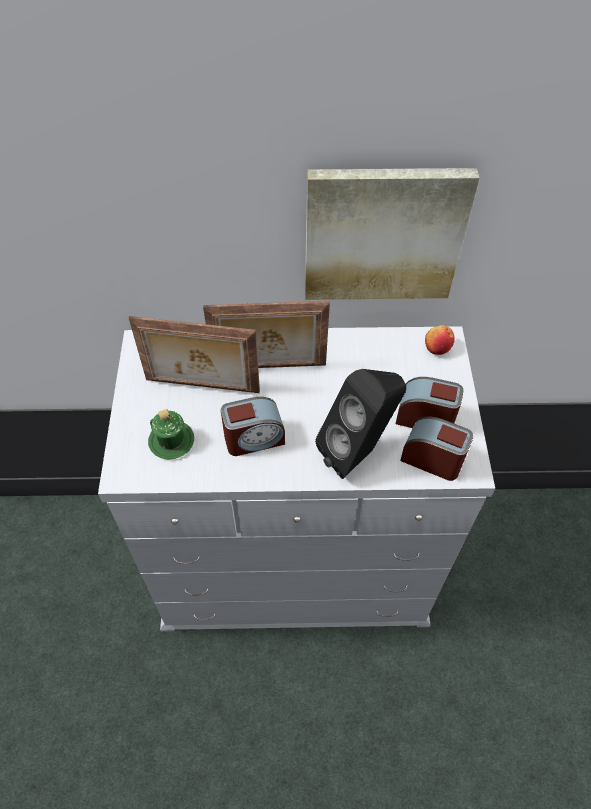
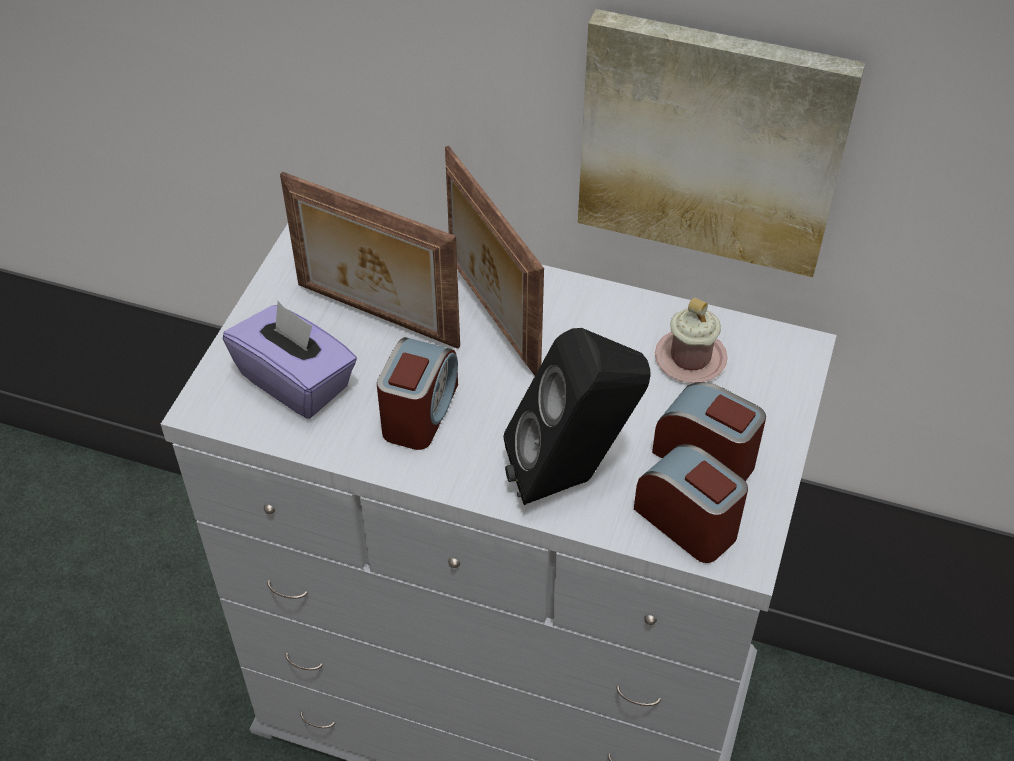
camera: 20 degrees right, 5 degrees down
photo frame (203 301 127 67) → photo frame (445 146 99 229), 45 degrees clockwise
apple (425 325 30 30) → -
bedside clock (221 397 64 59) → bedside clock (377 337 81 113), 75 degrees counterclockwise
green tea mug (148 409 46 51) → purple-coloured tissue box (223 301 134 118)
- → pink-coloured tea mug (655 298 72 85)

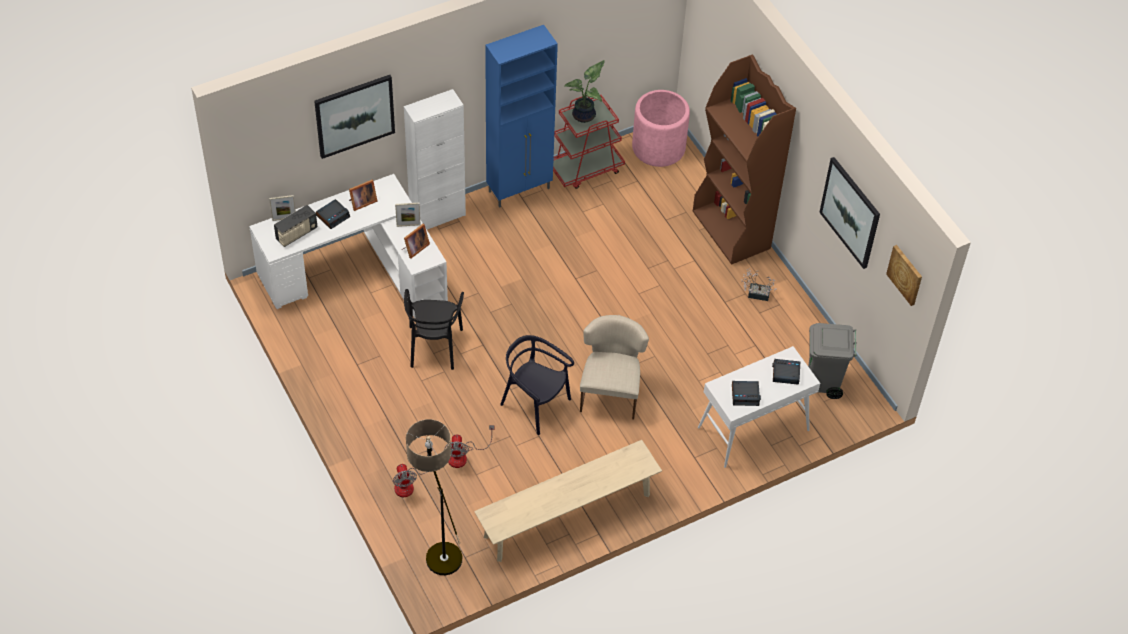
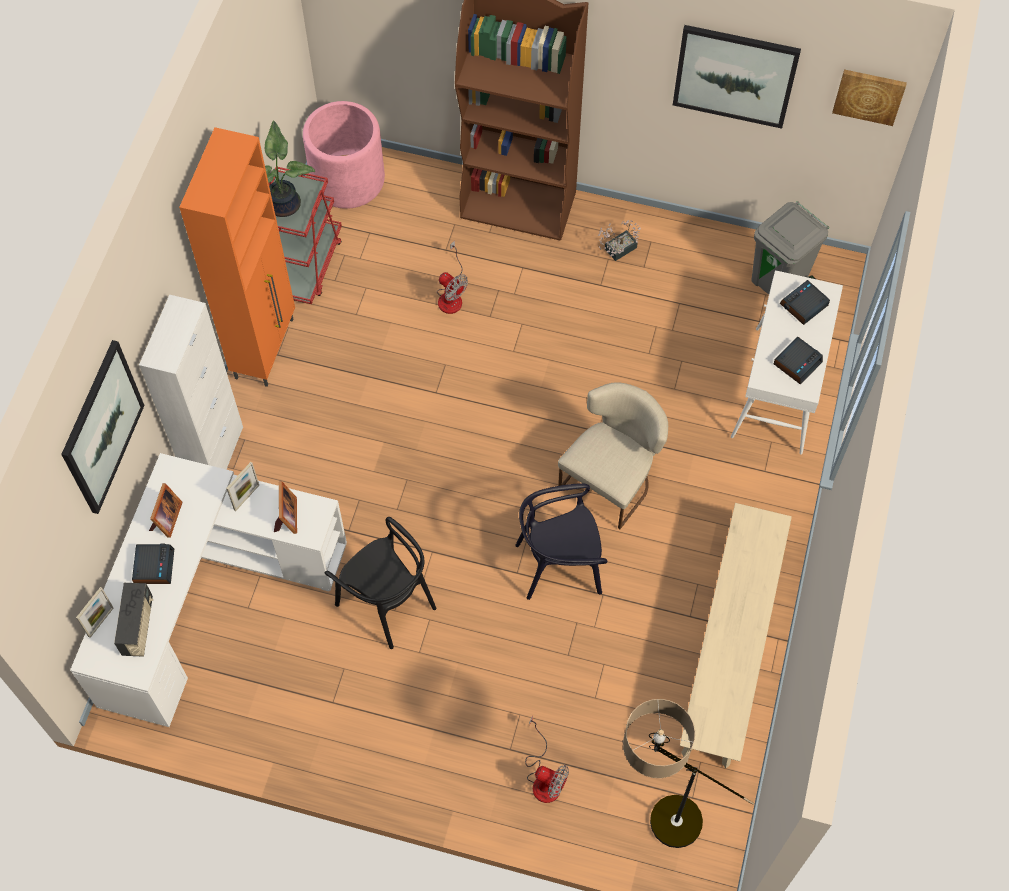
camera: 45 degrees left, 10 degrees up
bluish cupboard (485 25 73 183) → orange-coloured cupboard (179 127 116 260)
sand-coloured plain chair (580 315 69 104) → sand-coloured plain chair (558 382 110 147), 75 degrees clockwise
cooling fan (444 425 50 43) → cooling fan (437 240 31 74), move

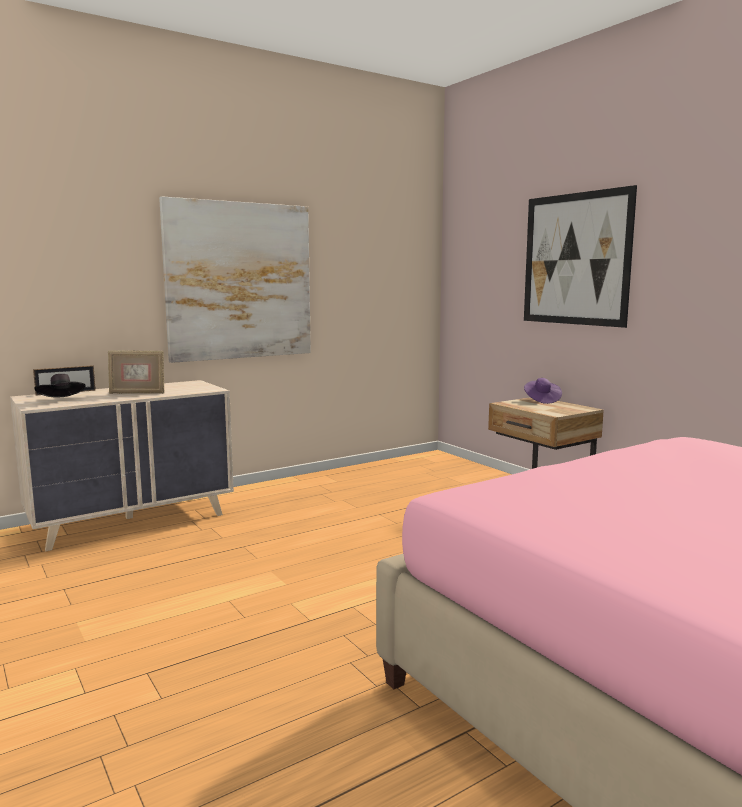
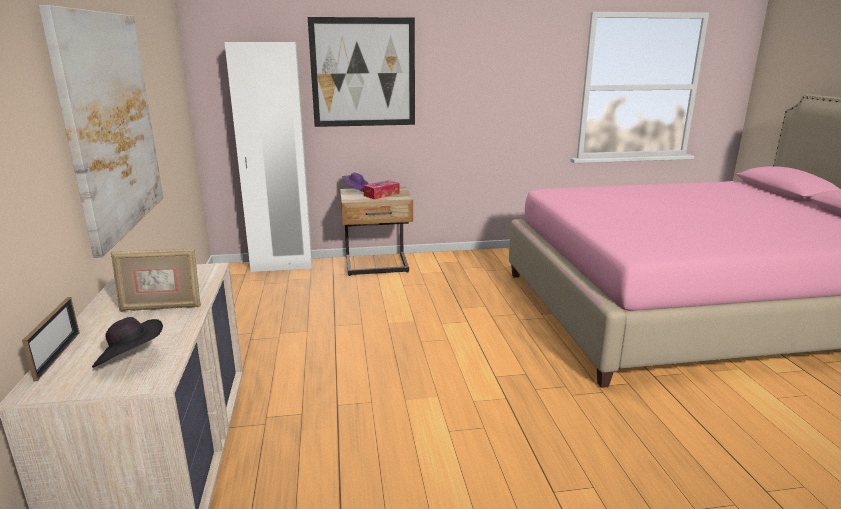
camera: 65 degrees left, 10 degrees up
photo frame (108 350 57 44) → photo frame (111 248 90 64), 60 degrees clockwise
- → white armoire (224 42 88 230)
- → tissue box (363 180 37 19)

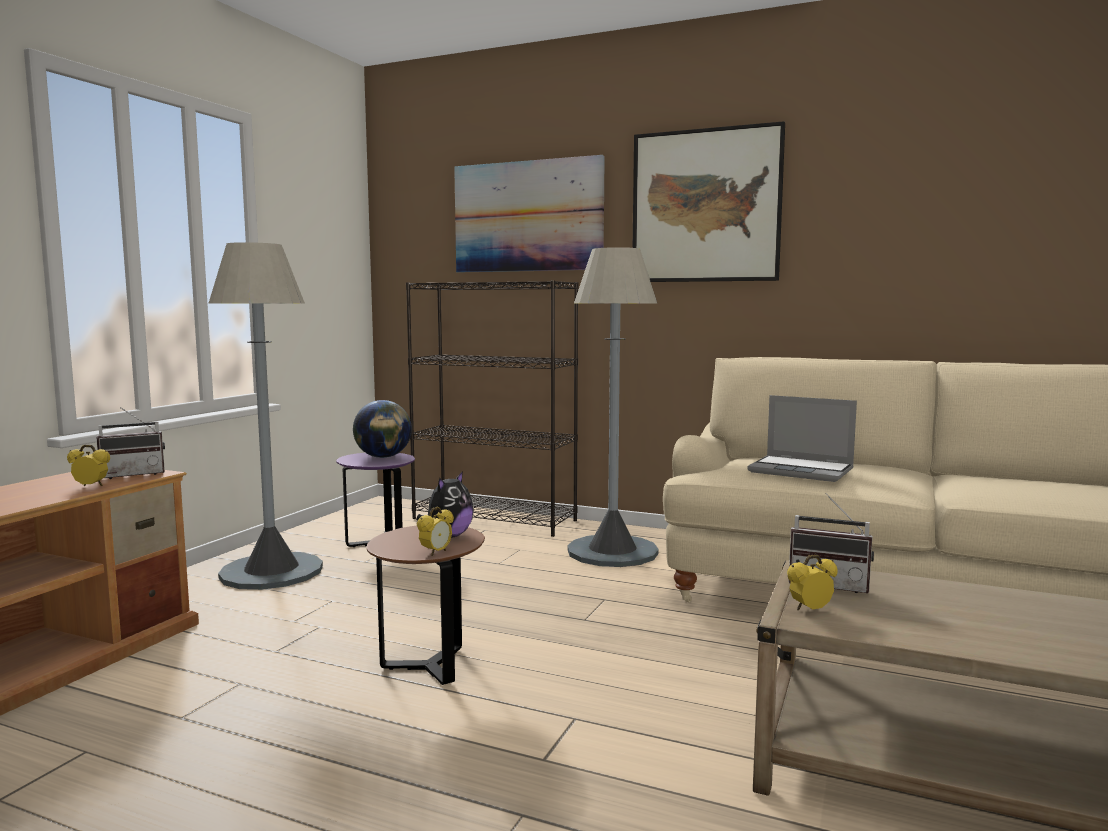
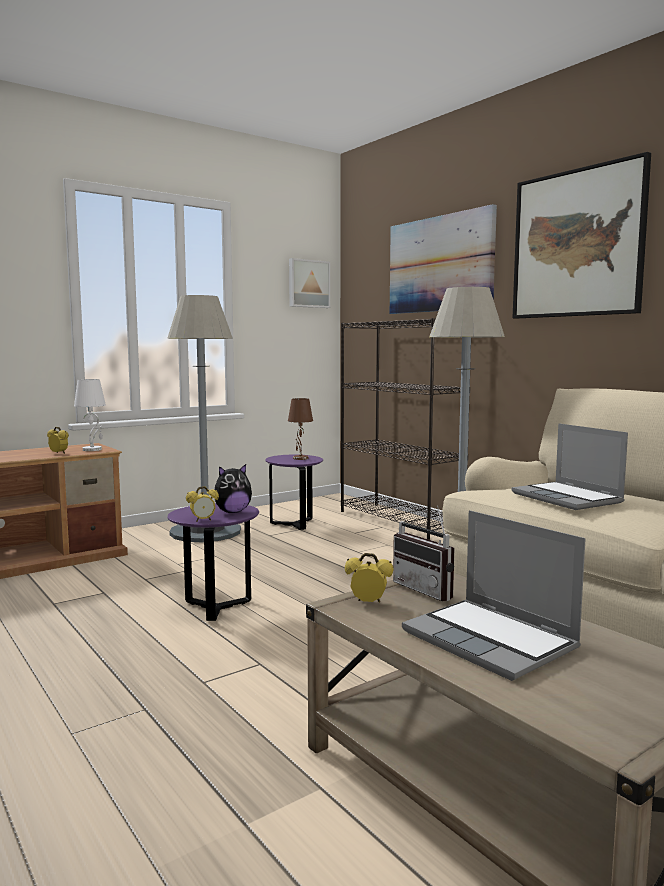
camera: 30 degrees right, 0 degrees up
world globe (353 400 59 58) → brownish tabletop lamp (288 398 25 62)
radio set (96 407 69 72) → white tabletop lamp (74 379 32 72)
brownish end table (367 526 118 159) → purple-coloured end table (167 503 92 118)
- → picture (289 258 41 50)
- → portable computer (402 510 184 171)

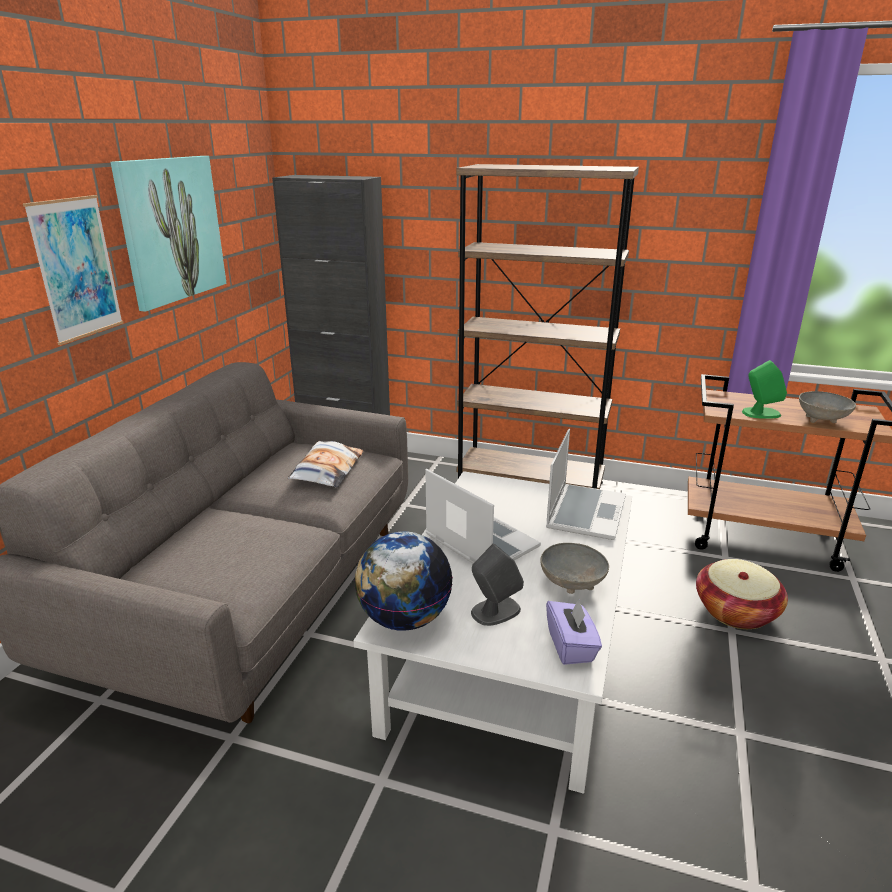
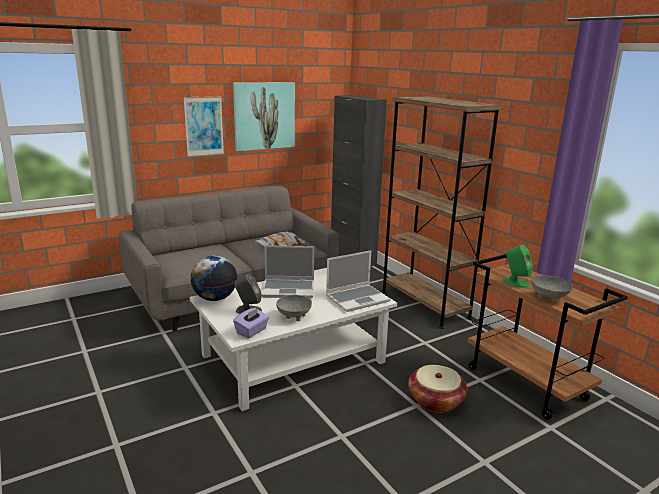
camera: 40 degrees right, 5 degrees down
portable computer (425 469 116 94) → portable computer (261 245 53 53), 90 degrees clockwise

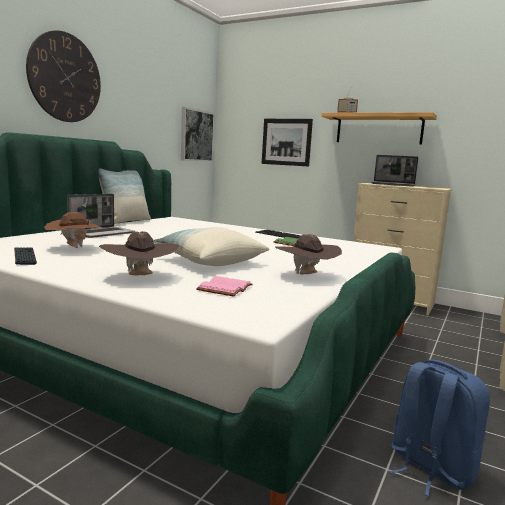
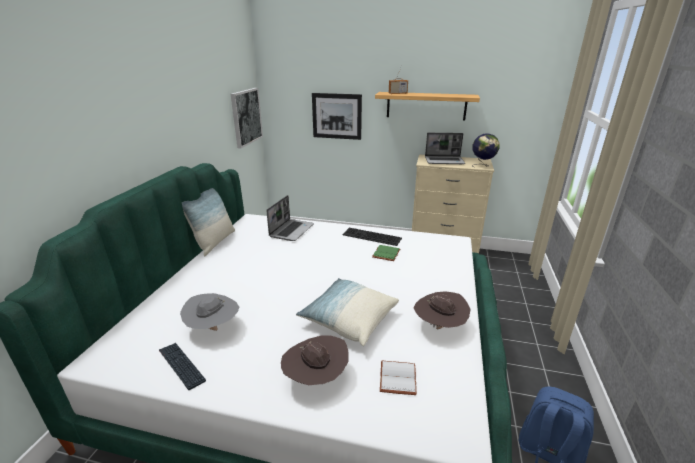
camera: 15 degrees left, 15 degrees up
clock on the wall (26 30 75 92) → -
portable computer (67 194 67 44) → portable computer (266 195 48 46), move
brownish wearable hat (44 212 59 36) → grey wearable hat (180 293 59 38)
pink-coloured bound book (196 276 57 21) → white bound book (380 360 37 35)
- → world globe (472 133 28 34)

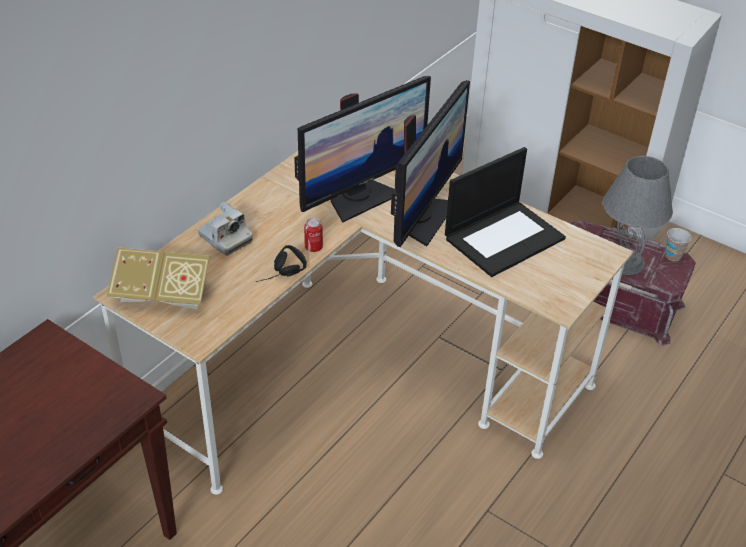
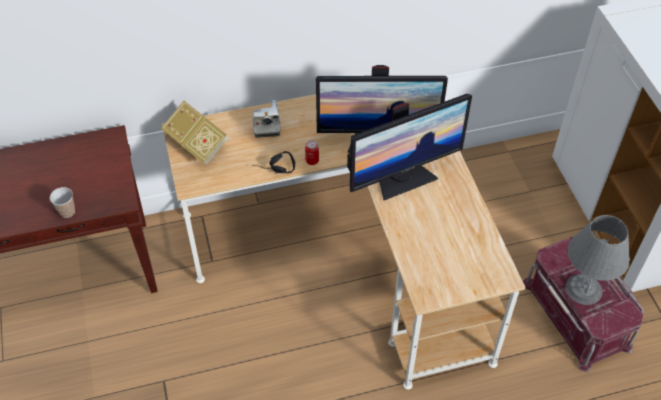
camera: 40 degrees right, 10 degrees up
portable computer (445 147 121 130) → -
cup (665 228 27 33) → cup (50 187 25 31), move

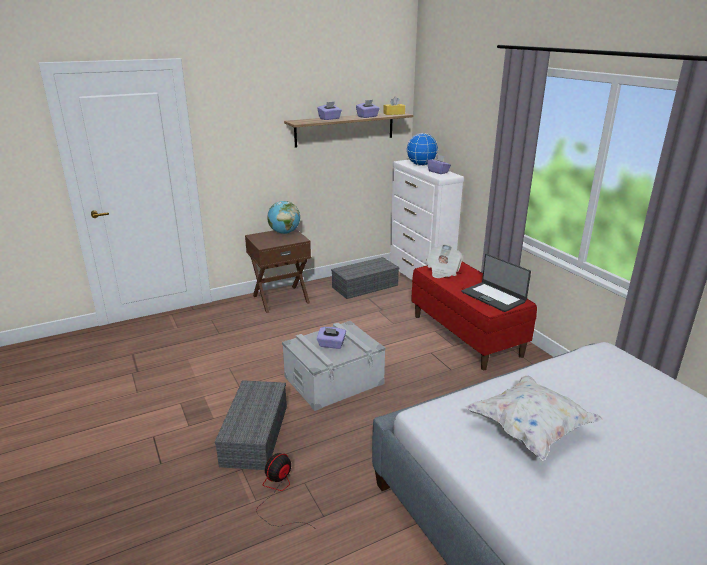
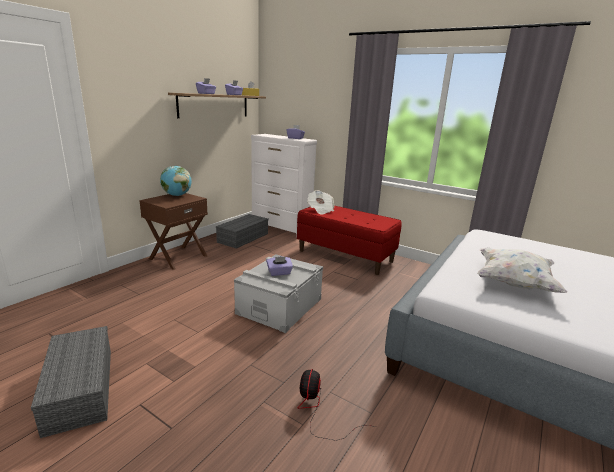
camera: 30 degrees left, 5 degrees down
world globe (406 133 32 33) → -
portable computer (462 254 69 58) → -
grey storage box (215 380 72 90) → grey storage box (31 326 80 112), move

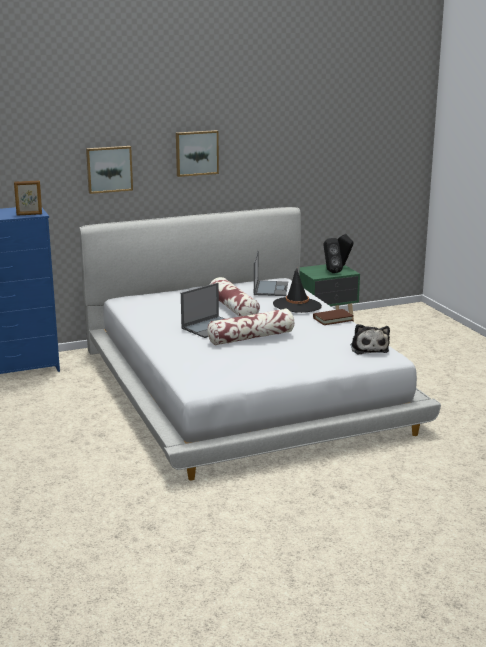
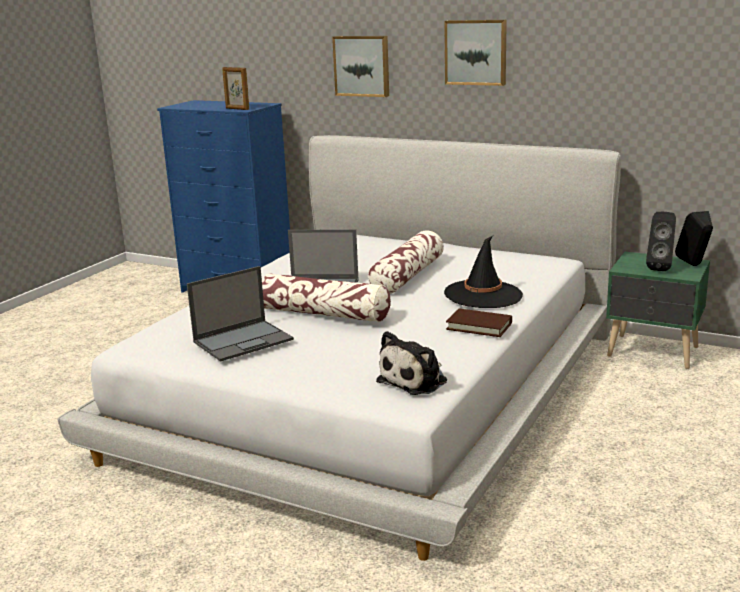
camera: 50 degrees right, 0 degrees up
portable computer (254 251 34 45) → portable computer (187 266 107 96), move

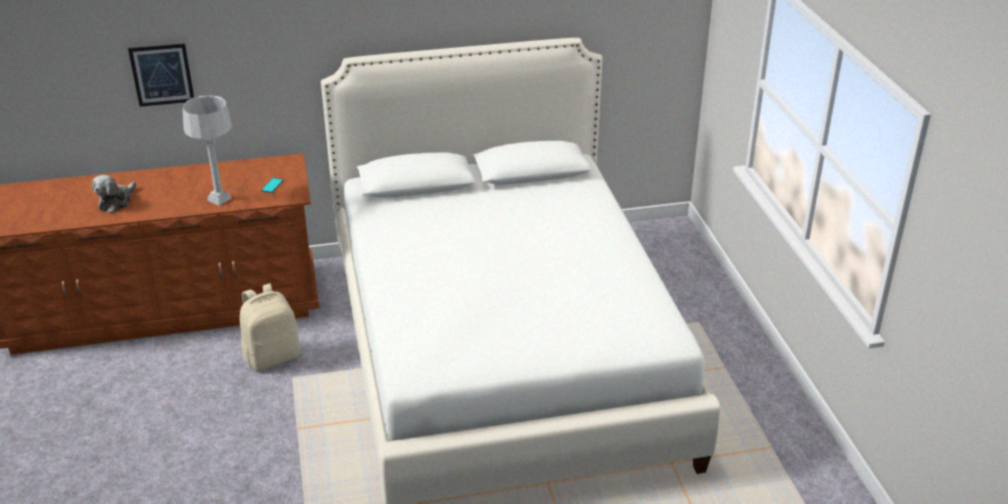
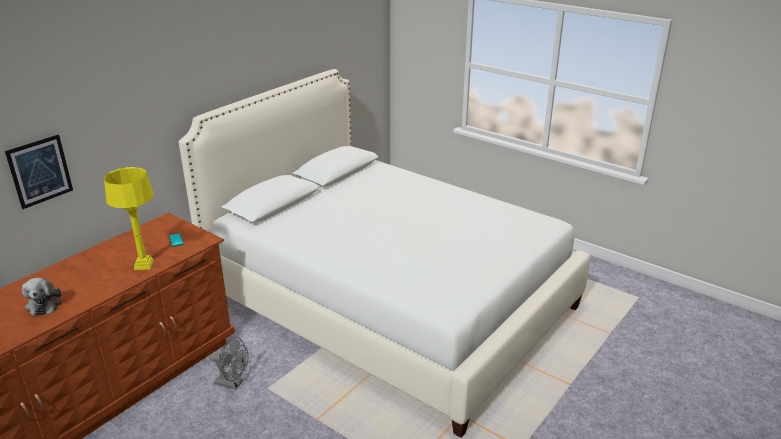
camera: 40 degrees left, 5 degrees down
grey tabletop lamp (183 95 49 111) → yellow tabletop lamp (104 167 50 103)
sand-coloured backpack (240 284 60 87) → grey cooling fan (209 337 39 52)

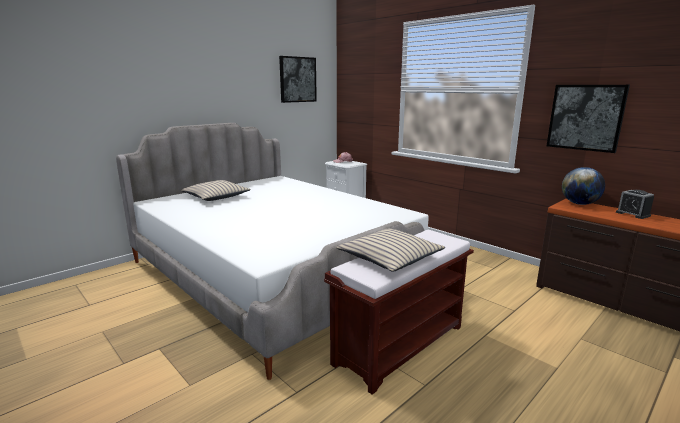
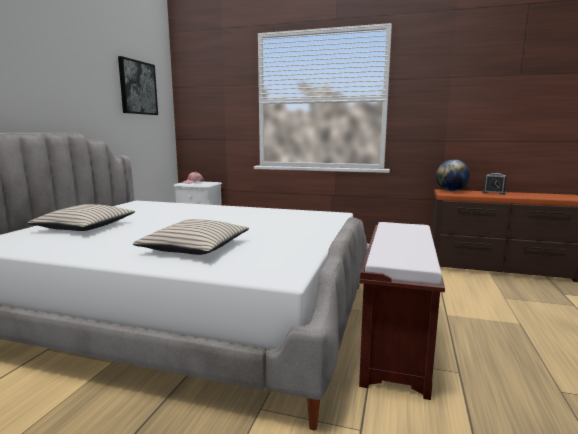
camera: 30 degrees left, 5 degrees down
picture (547 85 83 68) → -
sand-coloured throw pillow (336 229 109 43) → sand-coloured throw pillow (133 219 116 36), move

